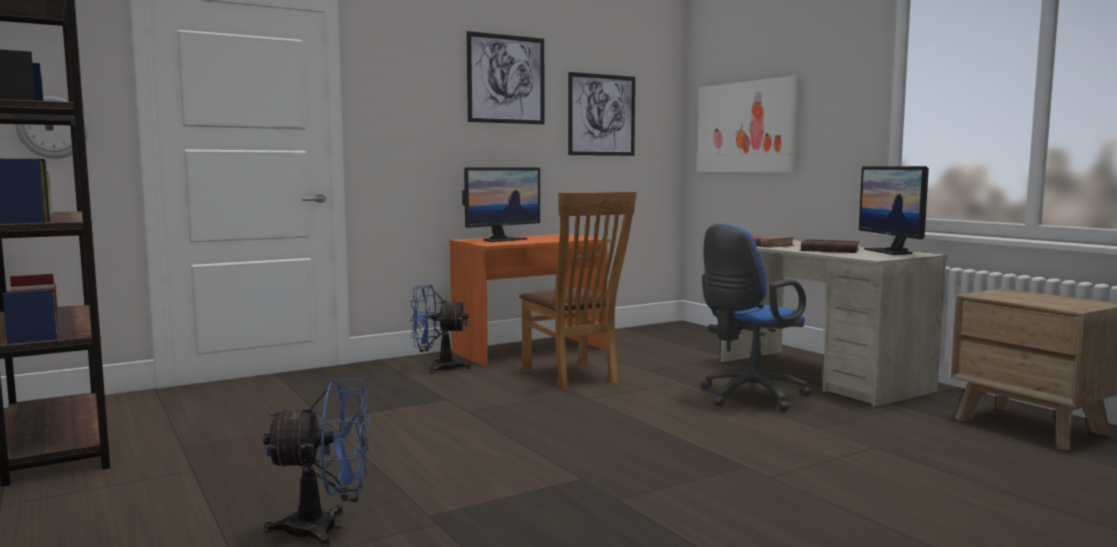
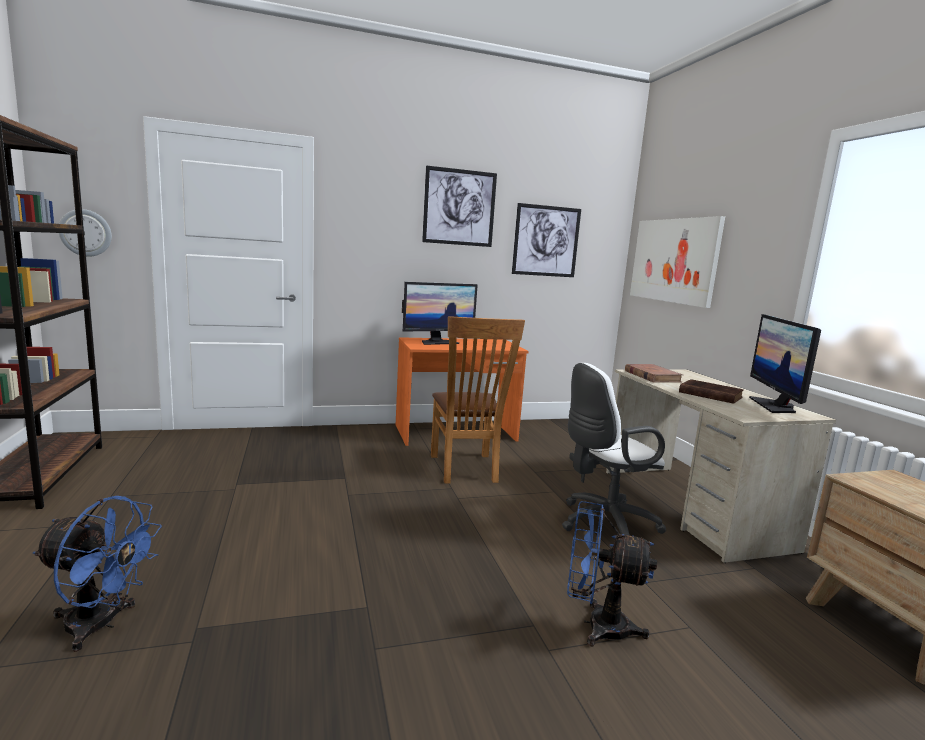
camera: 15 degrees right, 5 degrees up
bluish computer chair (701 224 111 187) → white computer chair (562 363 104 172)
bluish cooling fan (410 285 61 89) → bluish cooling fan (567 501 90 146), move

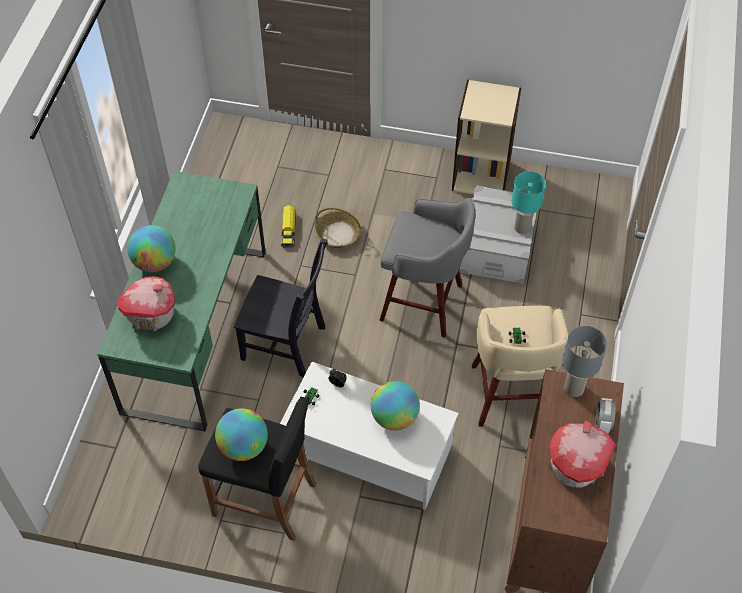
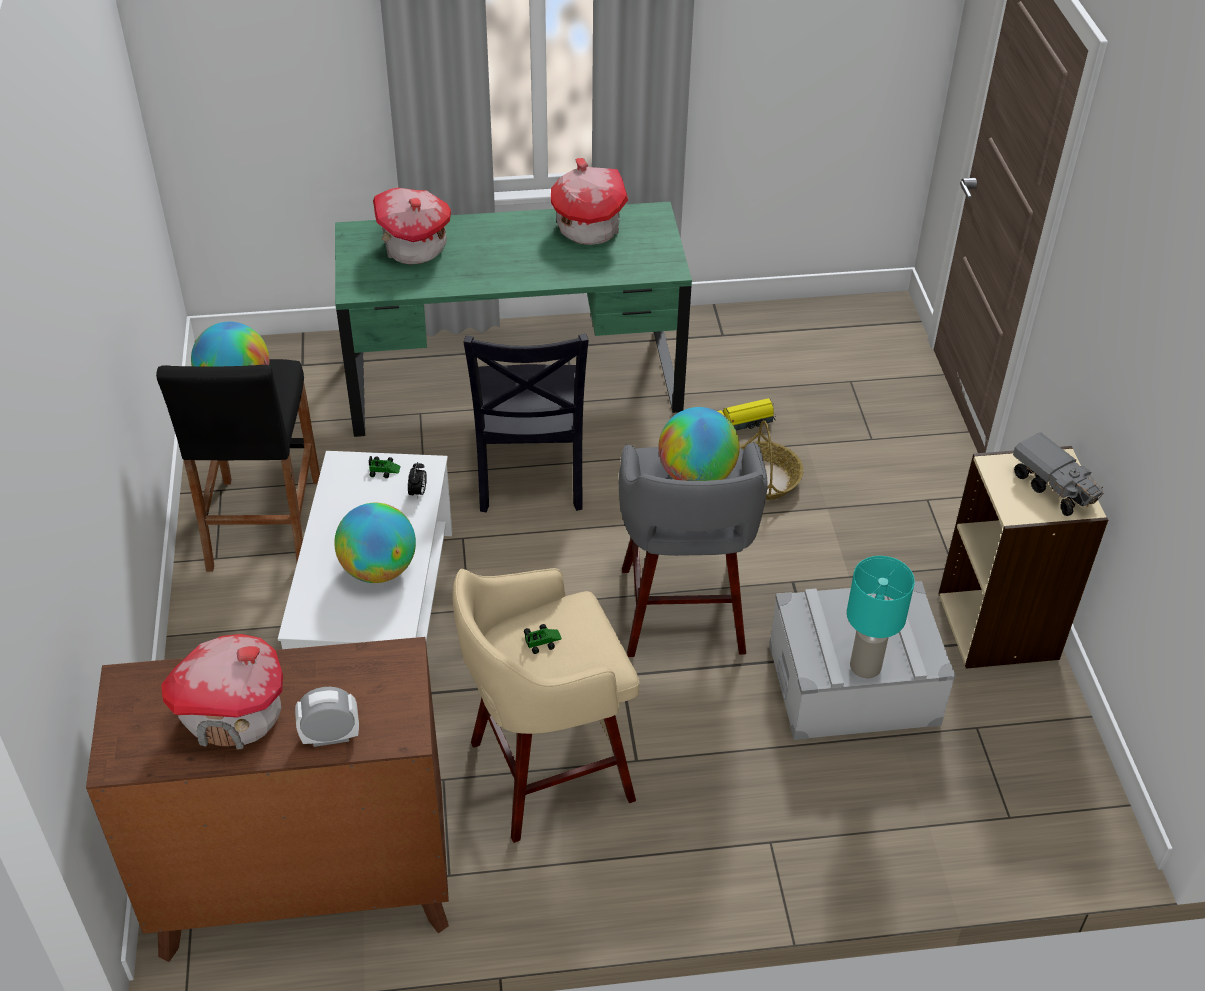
camera: 70 degrees right, 10 degrees down
world globe (127 225 48 47) → world globe (658 407 82 74), move
grey tabletop lamp (563 326 44 71) → -
- → model house (551 158 77 87)
- → model truck (1013 433 91 83)

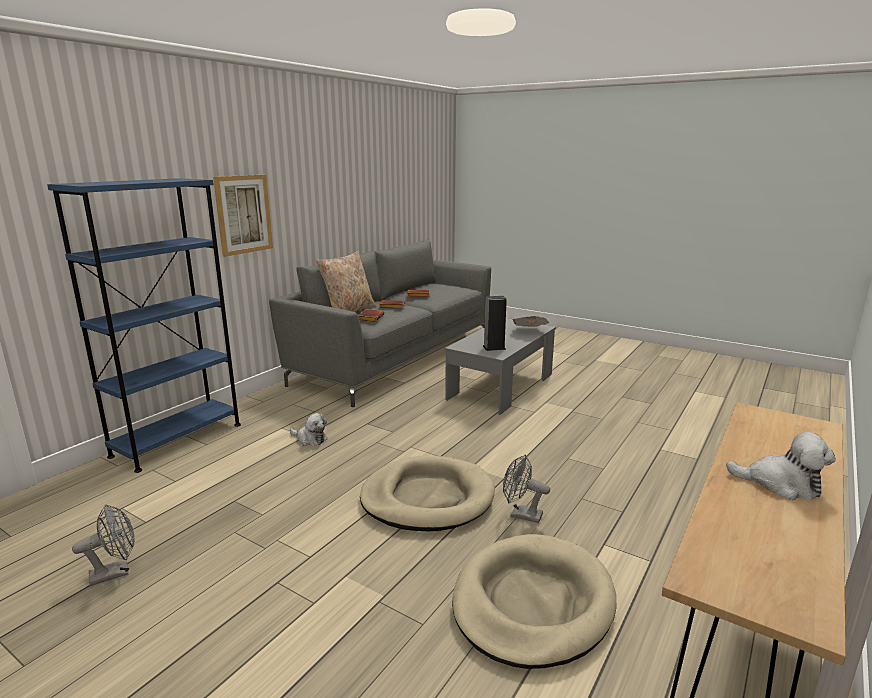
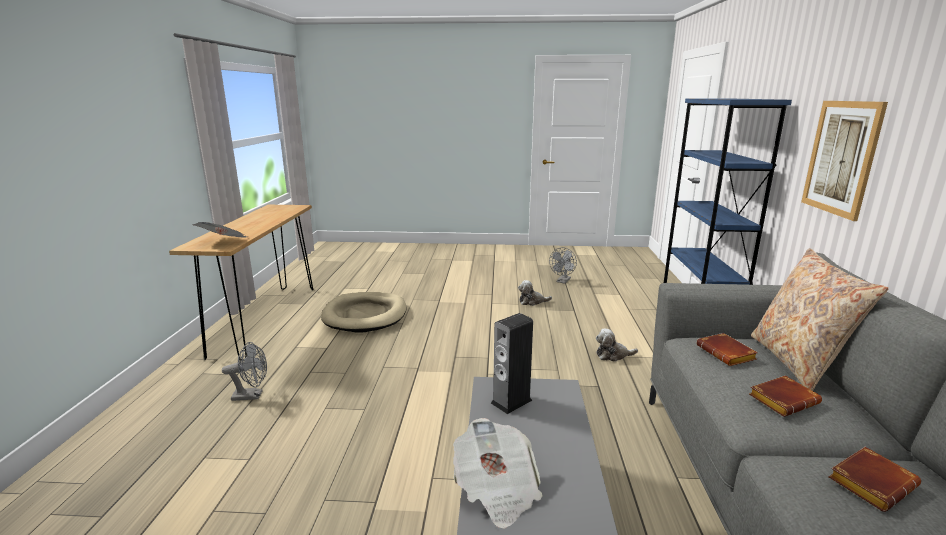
camera: 150 degrees right, 0 degrees up
soft toy (726 432 110 68) → soft toy (518 280 34 26), move
sand-coloured dog bed (360 455 135 76) → -
grey cooling fan (503 455 47 68) → grey cooling fan (222 342 45 59), move
- → daily paper (193 222 54 16)

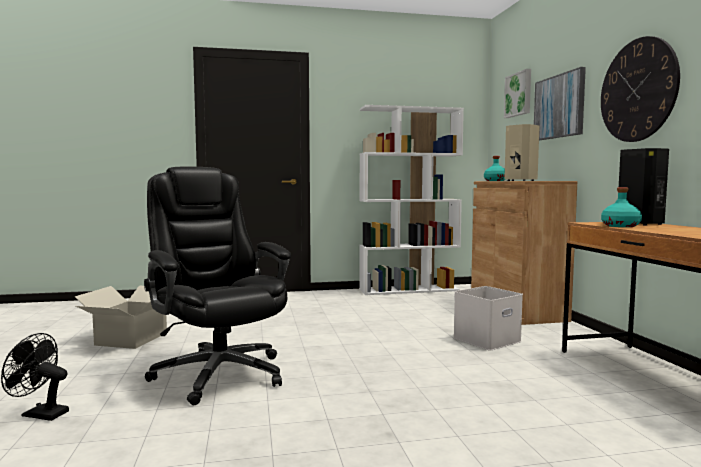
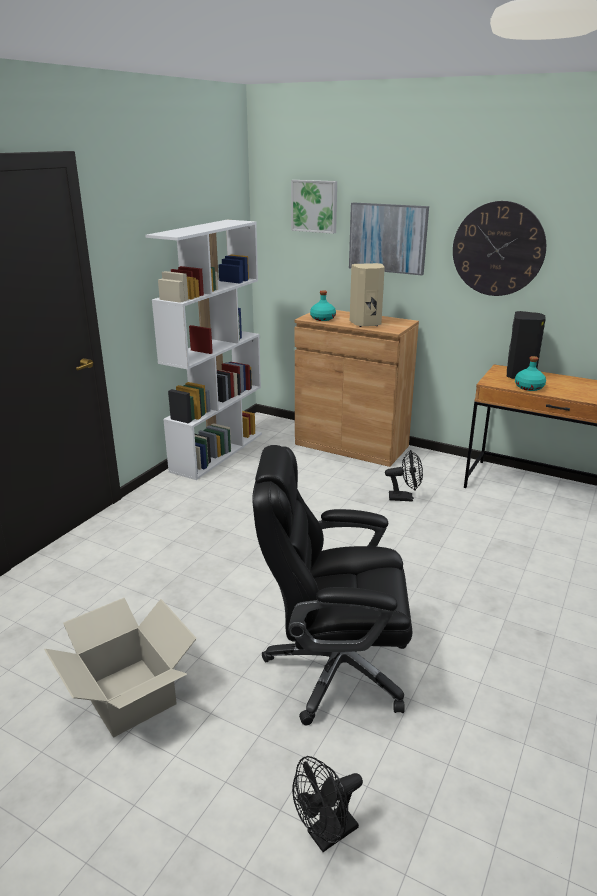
camera: 50 degrees left, 20 degrees up
white storage box (453 286 70 65) → black-coloured cooling fan (385 450 38 52)

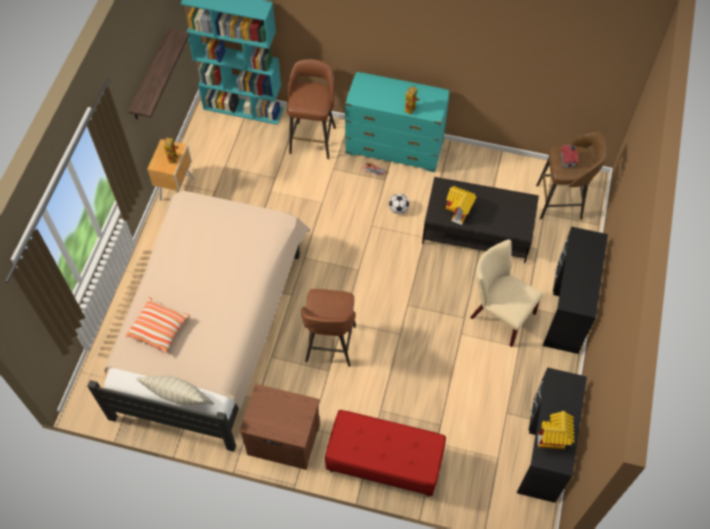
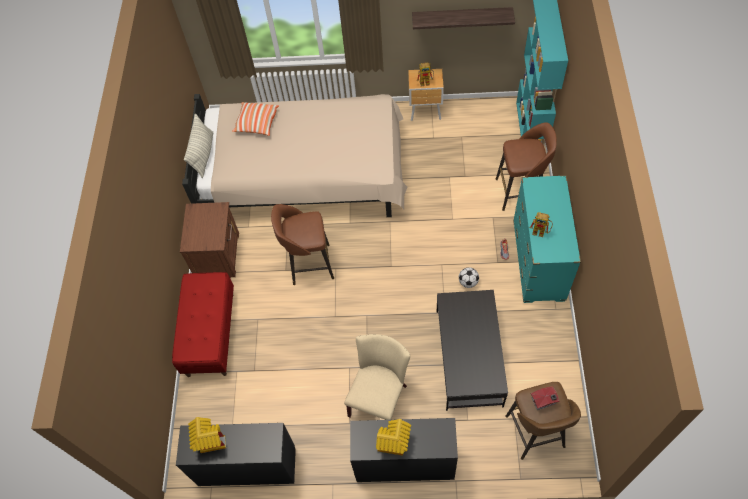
camera: 80 degrees right, 0 degrees up
model house (446 186 30 39) → model house (376 419 35 37), move

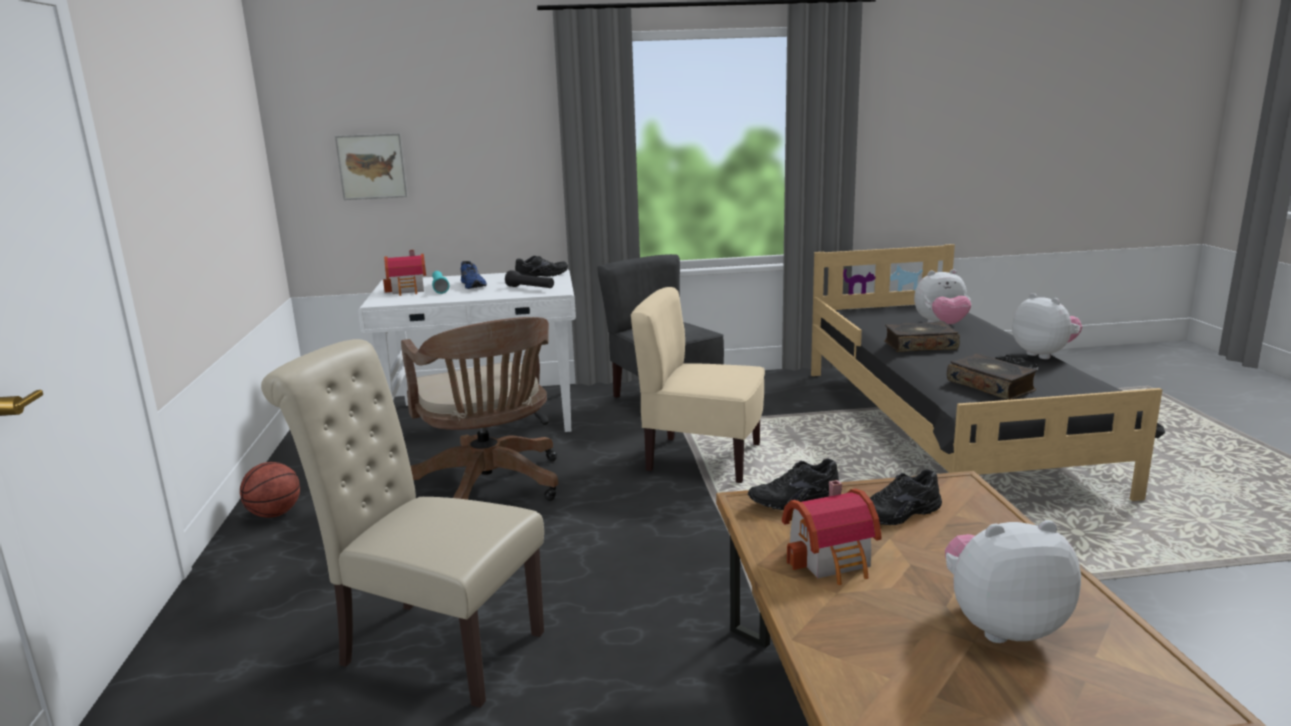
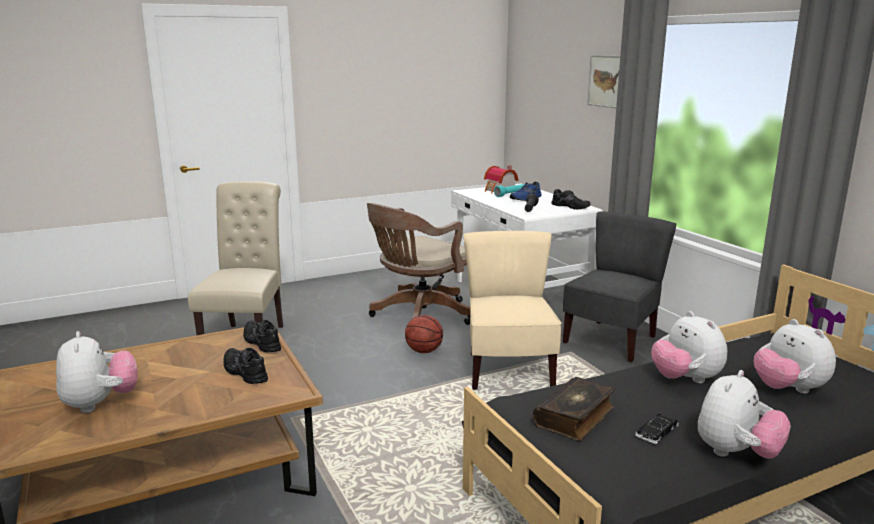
camera: 70 degrees right, 0 degrees up
picture (335 133 73 67) → picture (587 55 33 53), move
bound book (884 321 76 31) → soft toy (651 311 76 72)
basketball ball (240 462 60 56) → basketball ball (405 315 38 38), move
model house (782 480 99 105) → -

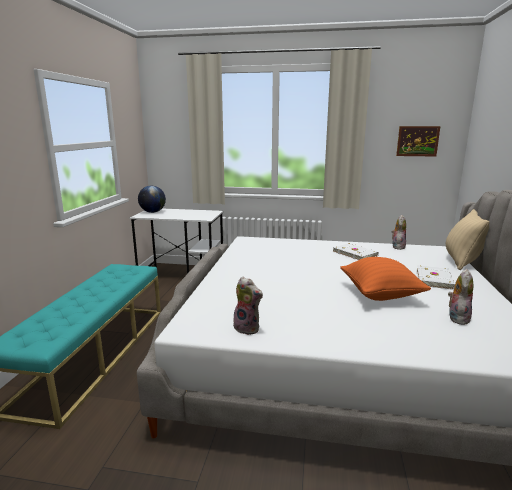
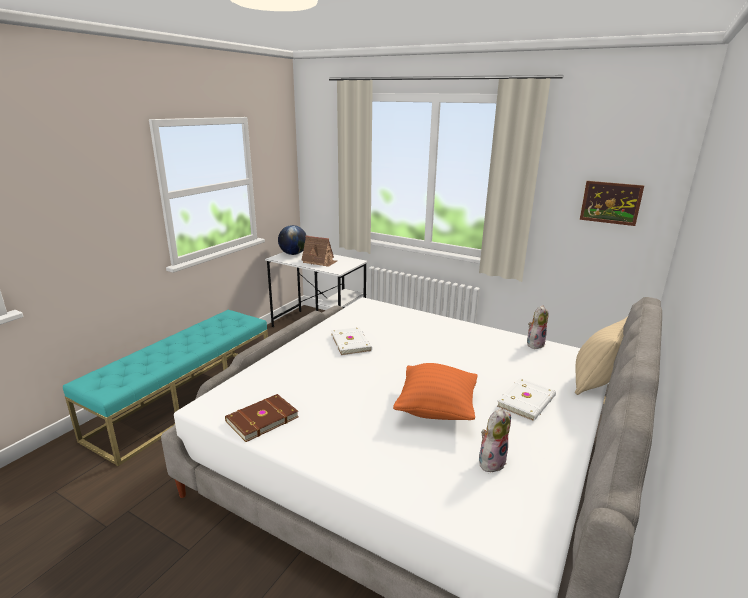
camera: 20 degrees right, 5 degrees up
white bound book (332 243 47 17) → white bound book (331 327 41 29), move
soft toy (233 277 30 58) → brownish bound book (225 394 74 48)
- → model house (302 236 35 31)

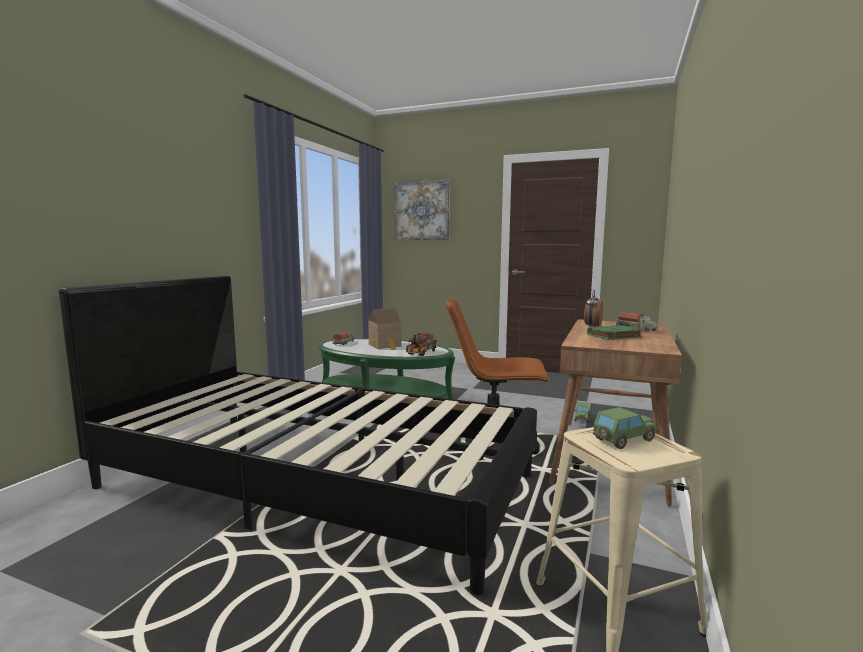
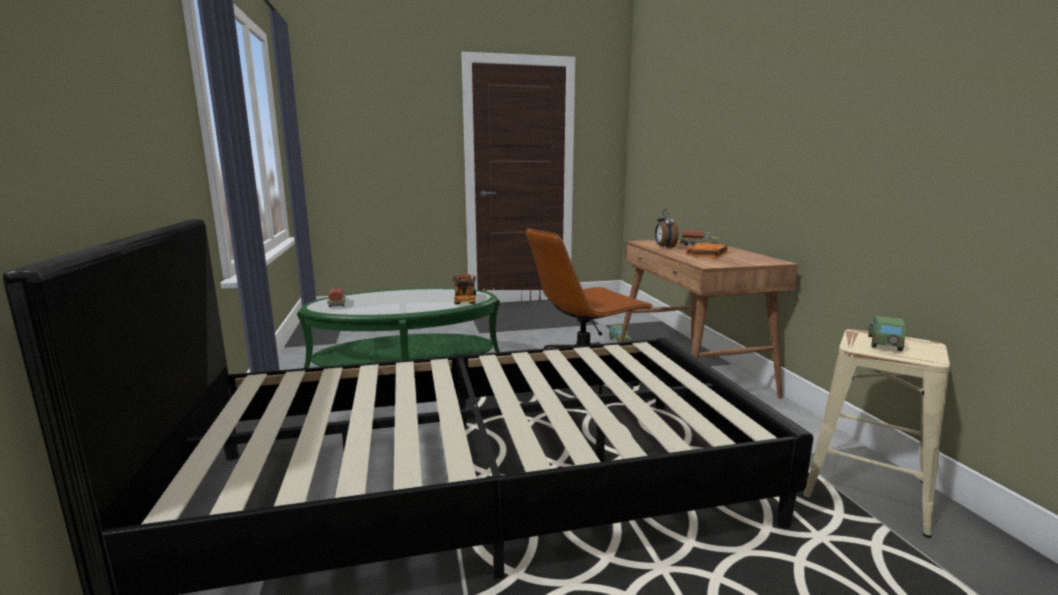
camera: 35 degrees left, 5 degrees up
picture (395 180 55 60) → -
model house (368 308 33 42) → -
green bound book (587 325 56 15) → orange-coloured bound book (686 243 43 15)

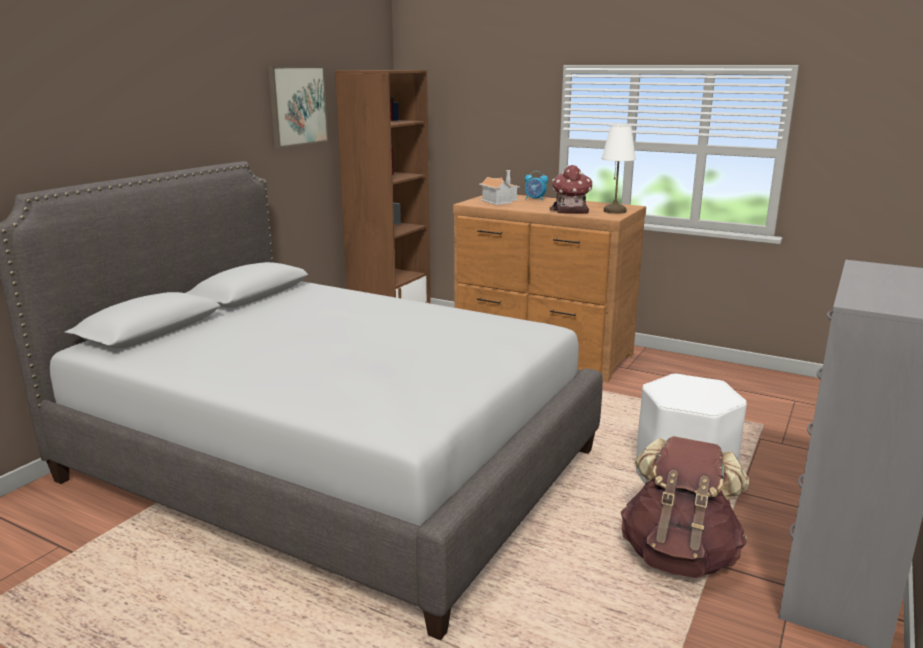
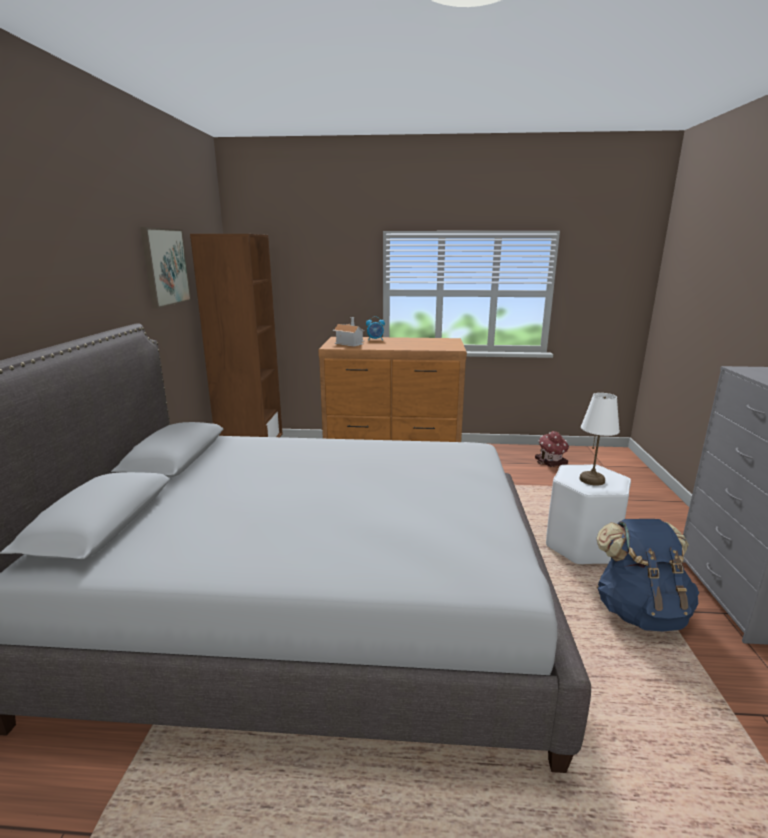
camera: 25 degrees left, 0 degrees up
white tabletop lamp (602 125 34 89) → white tabletop lamp (580 393 40 93), move
model house (550 165 42 49) → model house (535 431 34 36), move
brownish backpack (621 436 128 142) → bluish backpack (596 519 103 112)

